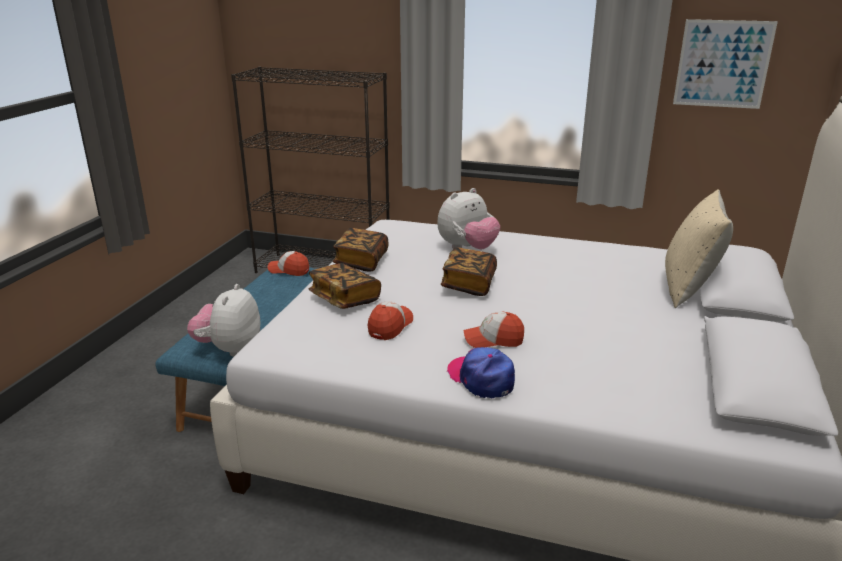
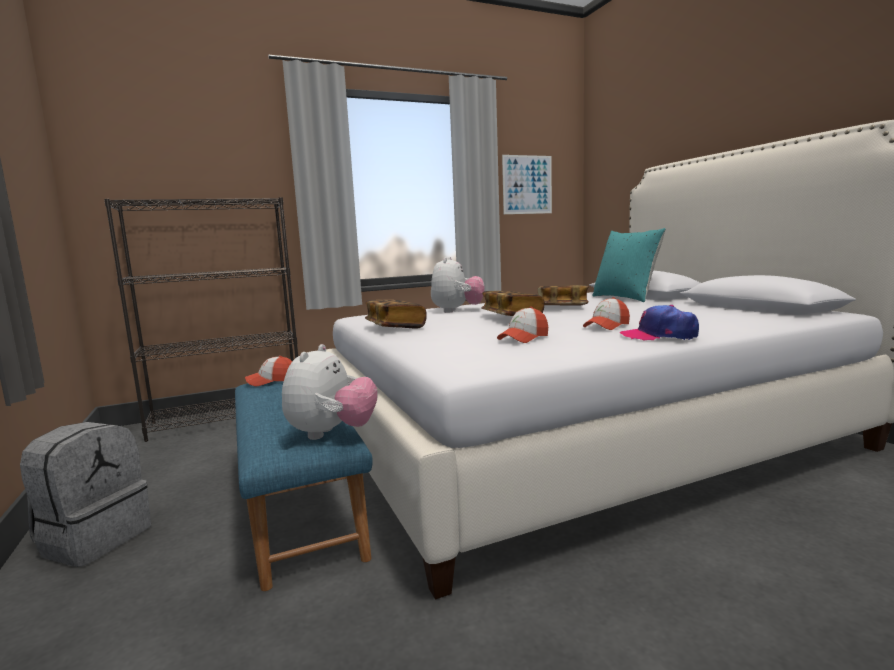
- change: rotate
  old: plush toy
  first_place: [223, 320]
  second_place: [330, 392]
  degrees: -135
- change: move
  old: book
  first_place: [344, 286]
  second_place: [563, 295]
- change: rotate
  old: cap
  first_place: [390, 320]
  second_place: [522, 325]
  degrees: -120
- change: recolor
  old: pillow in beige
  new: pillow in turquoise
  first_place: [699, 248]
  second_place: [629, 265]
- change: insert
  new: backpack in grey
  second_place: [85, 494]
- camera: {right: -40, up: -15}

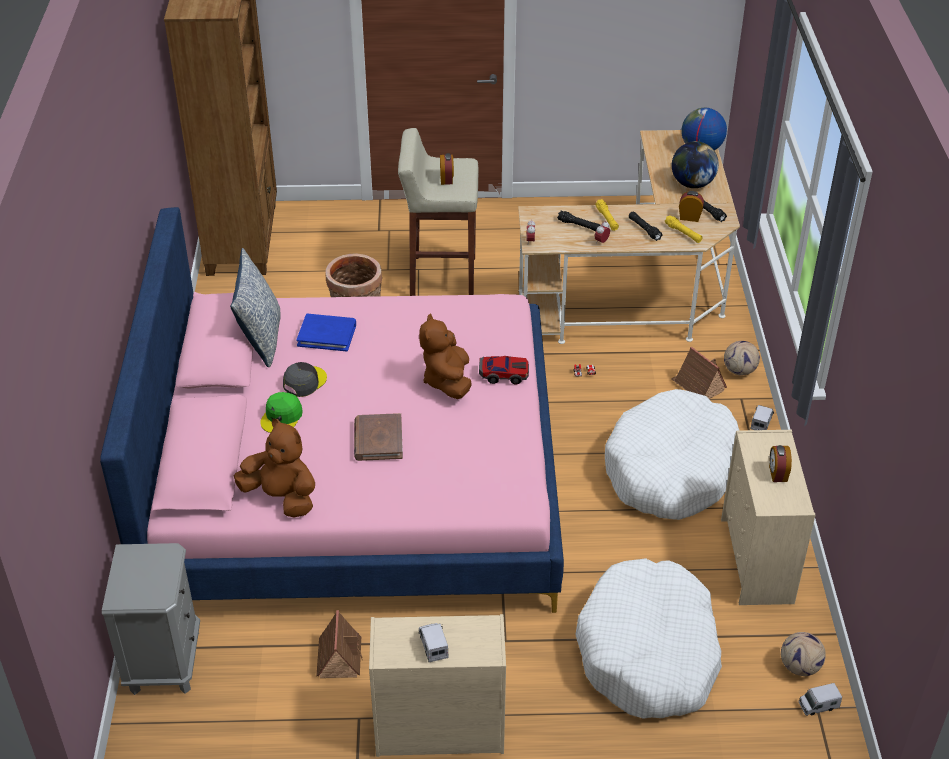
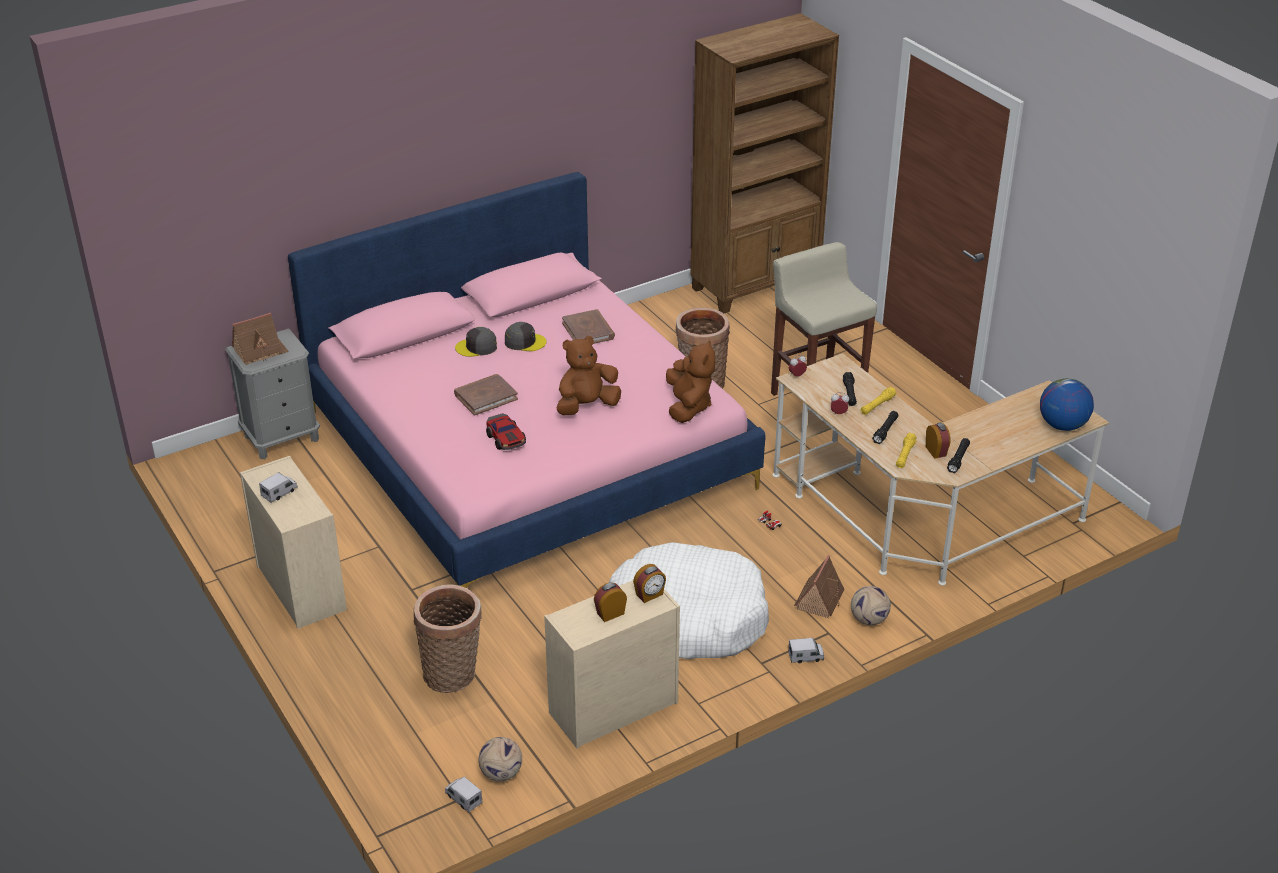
- change: delete
  old: pillow
  first_place: [255, 307]
- change: move
  old: plush toy in brown
  first_place: [274, 468]
  second_place: [690, 381]
- change: recolor
  old: cap in green
  new: cap in grey
  first_place: [281, 412]
  second_place: [476, 342]
- change: recolor
  old: book in blue
  new: book in brown
  first_place: [326, 332]
  second_place: [588, 326]
- change: move
  old: toy house
  first_place: [339, 644]
  second_place: [260, 339]
- change: move
  old: alarm clock
  first_place: [447, 169]
  second_place: [649, 583]
- change: move
  old: toy car
  first_place: [504, 370]
  second_place: [506, 431]
- change: replace
  old: dog bed in white
  new: basket
  first_place: [648, 638]
  second_place: [448, 639]
- change: delete
  old: globe
  first_place: [695, 164]
- camera: {right: 60, up: -5}

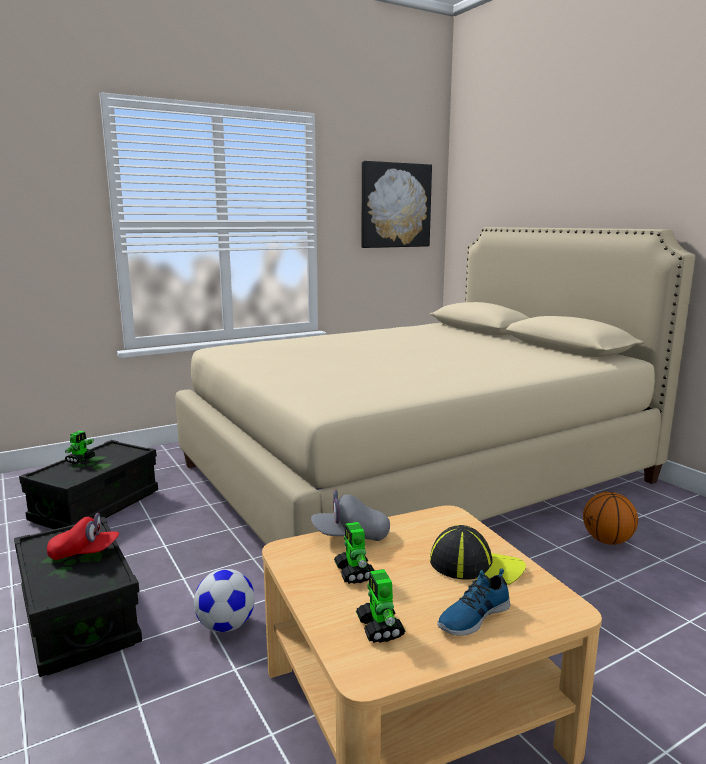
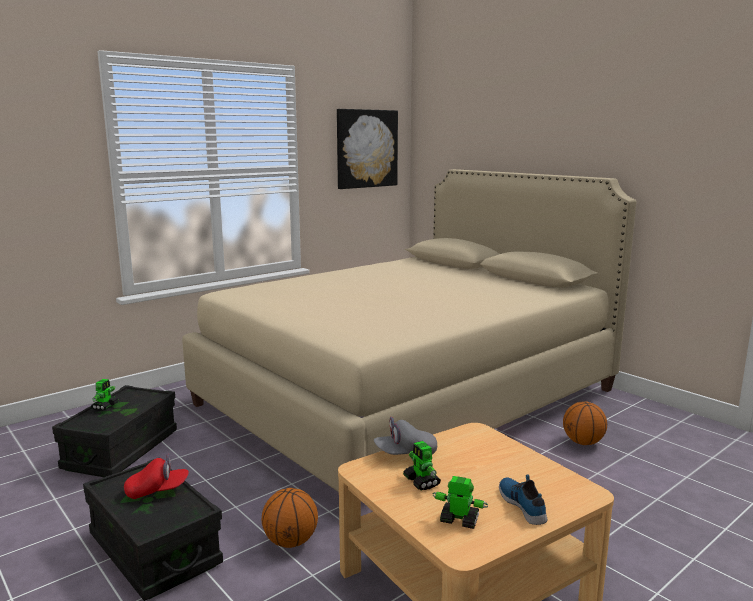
- change: replace
  old: football
  new: basketball
  first_place: [224, 600]
  second_place: [290, 518]
- change: rotate
  old: toy robot
  first_place: [380, 606]
  second_place: [460, 502]
  degrees: 135
- change: delete
  old: cap
  first_place: [478, 555]
- change: rotate
  old: shoe
  first_place: [473, 602]
  second_place: [523, 499]
  degrees: 120
- camera: {right: -10, up: 0}

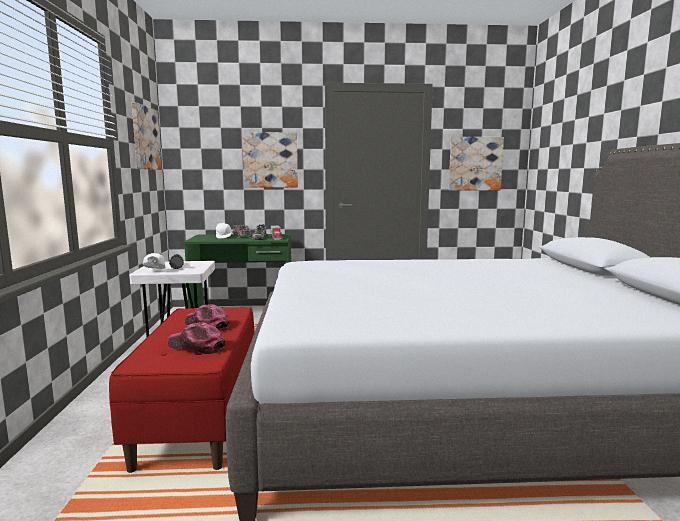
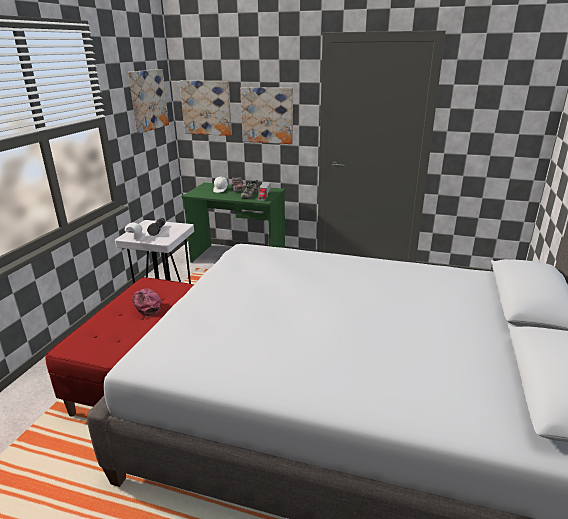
- change: delete
  old: cap
  first_place: [197, 338]
- change: move
  old: picture
  first_place: [476, 164]
  second_place: [206, 108]
- camera: {right: 20, up: 15}

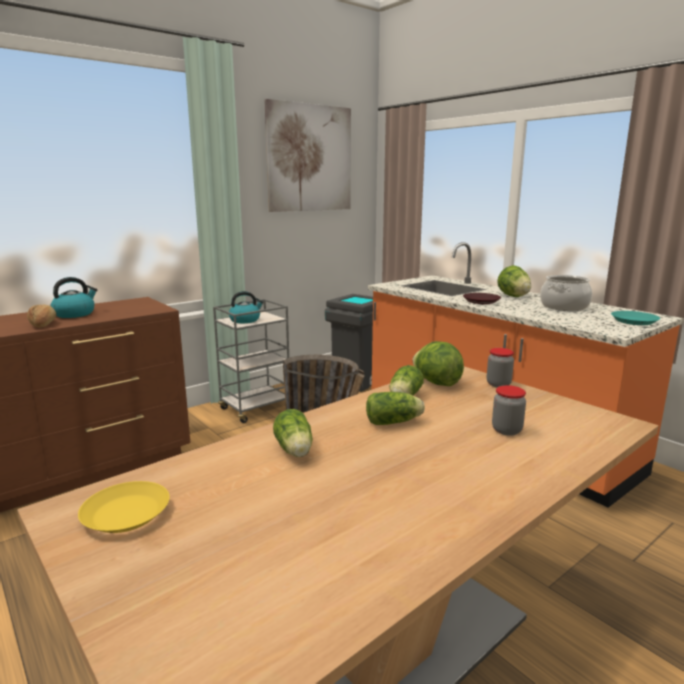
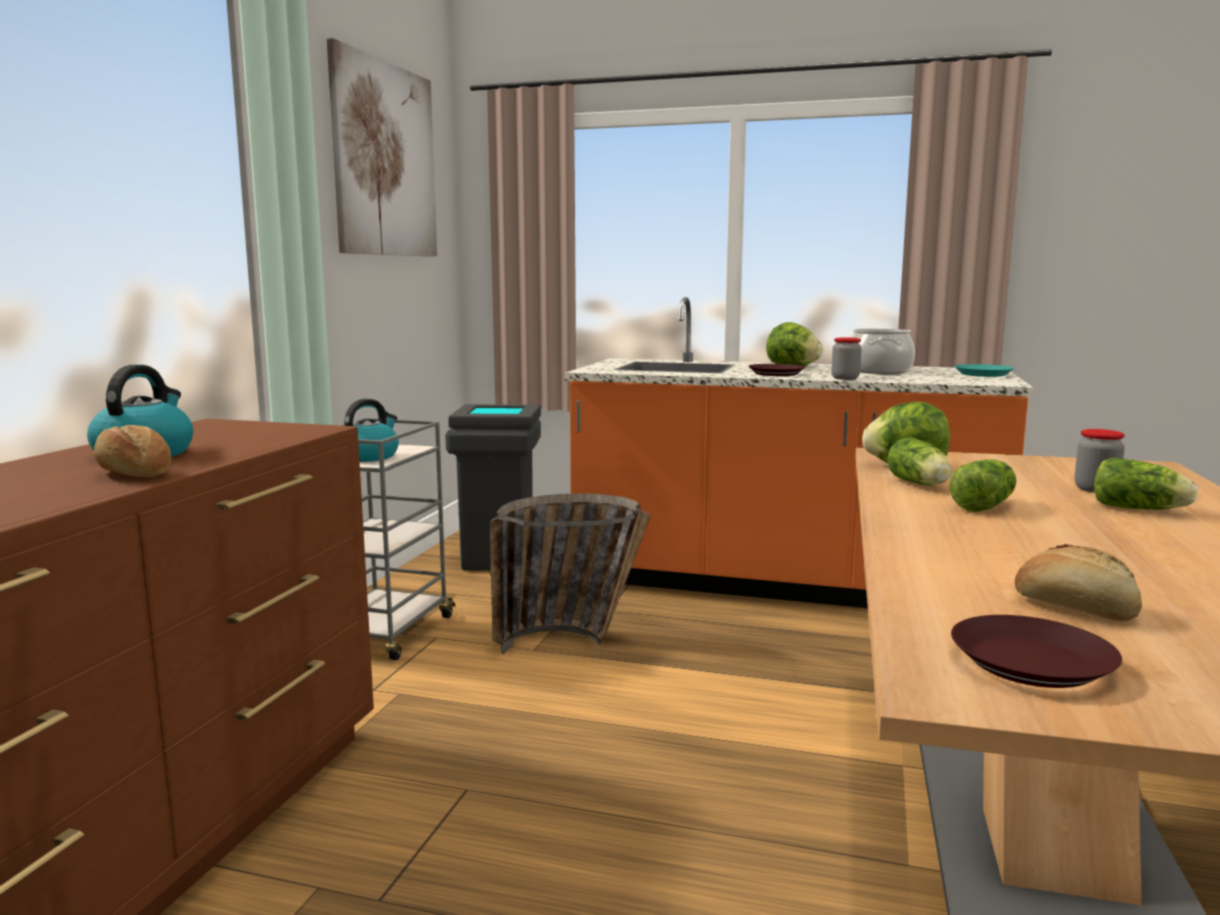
- change: recolor
  old: plate in yellow
  new: plate in brown
  first_place: [124, 507]
  second_place: [1036, 651]
- change: move
  old: lettuce
  first_place: [293, 433]
  second_place: [1146, 484]
- change: move
  old: jar
  first_place: [500, 367]
  second_place: [846, 358]
- change: insert
  new: bread
  second_place: [1078, 582]
- camera: {right: -35, up: -5}

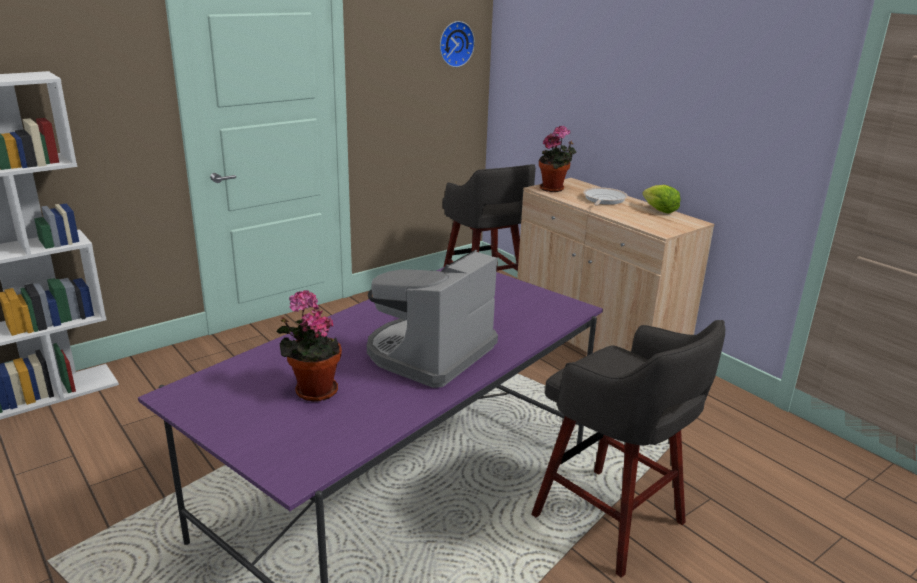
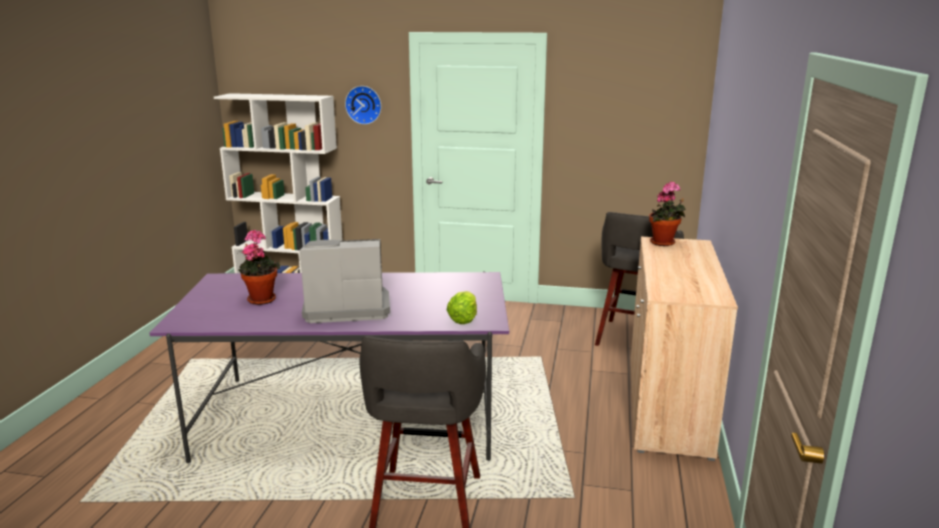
- change: move
  old: wall clock
  first_place: [457, 44]
  second_place: [363, 105]
- change: delete
  old: frying pan
  first_place: [606, 196]
- change: move
  old: lettuce
  first_place: [661, 199]
  second_place: [462, 307]
- camera: {right: 50, up: -5}

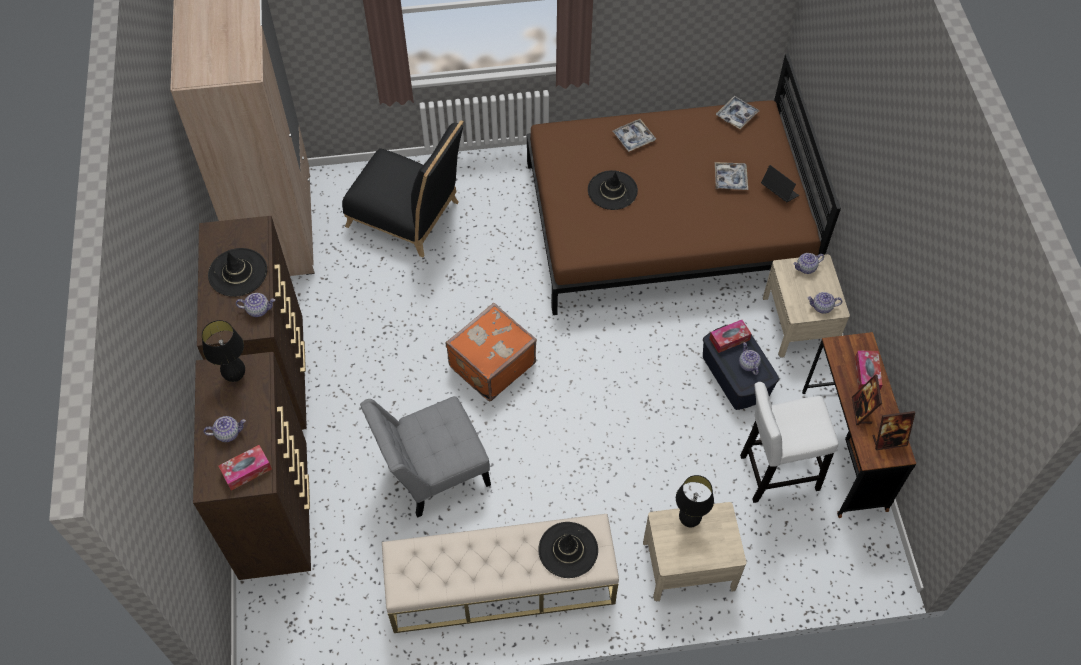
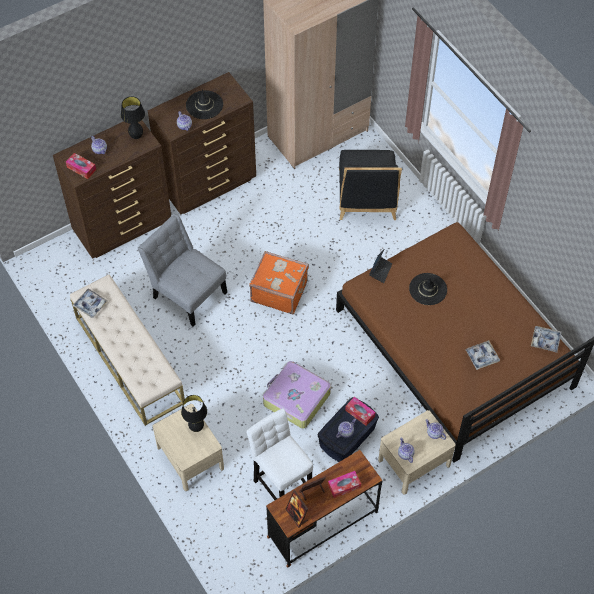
- change: delete
  old: hat in black
  first_place: [568, 550]
- change: move
  old: tray
  first_place: [634, 135]
  second_place: [90, 303]
- change: move
  old: laptop
  first_place: [780, 183]
  second_place: [380, 266]
- change: insert
  new: suitcase
  second_place: [297, 394]
- camera: {right: 65, up: 0}

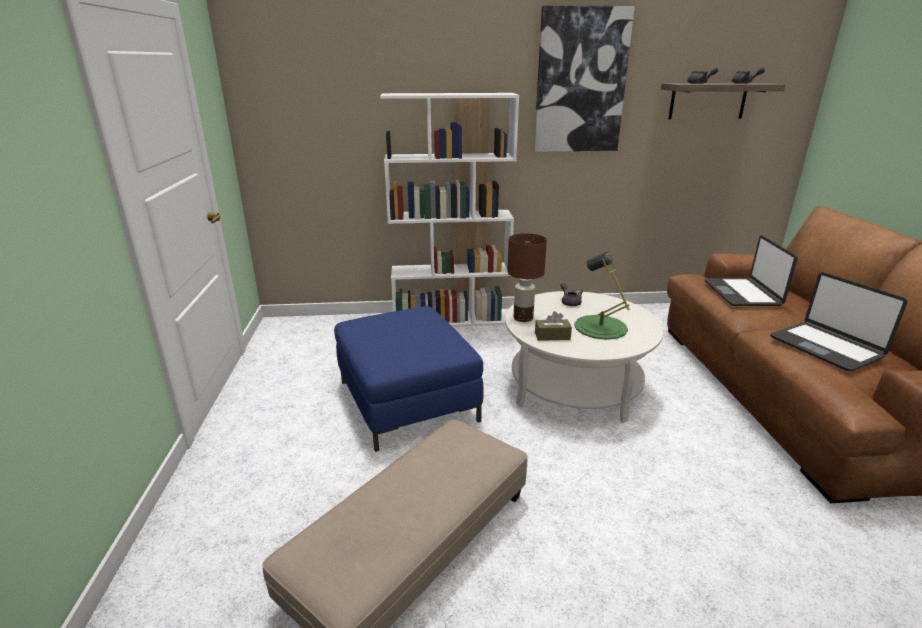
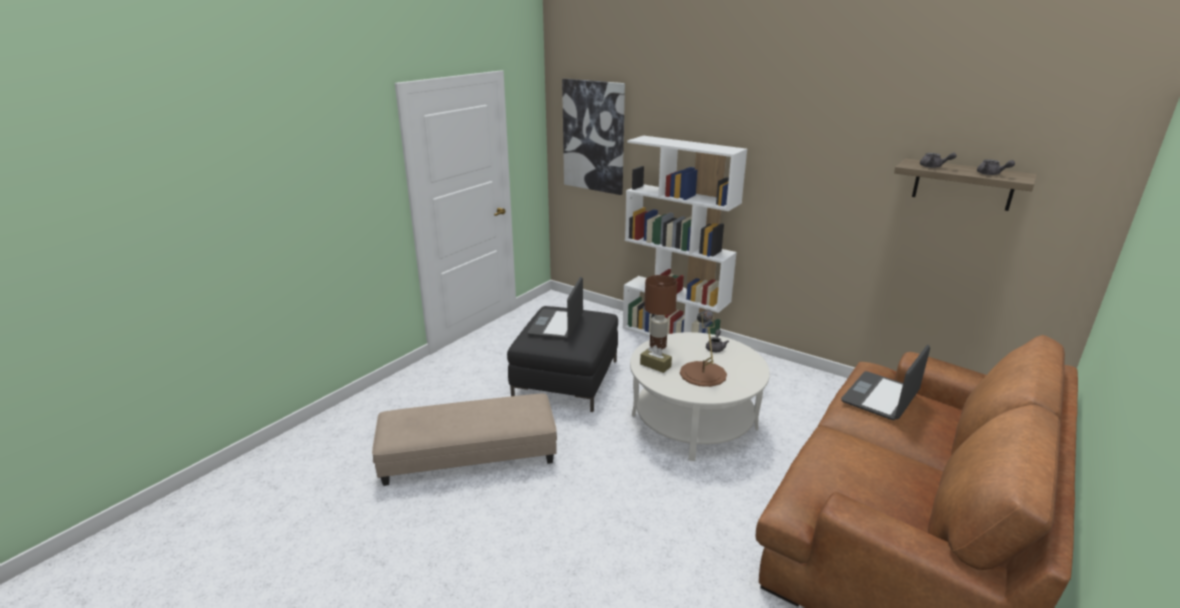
- change: recolor
  old: ottoman in blue
  new: ottoman in black
  first_place: [409, 379]
  second_place: [562, 359]
- change: move
  old: picture
  first_place: [584, 79]
  second_place: [593, 137]
- change: recolor
  old: table lamp in green
  new: table lamp in brown
  first_place: [602, 296]
  second_place: [703, 348]
- change: move
  old: laptop
  first_place: [839, 322]
  second_place: [555, 308]
- camera: {right: 40, up: 0}

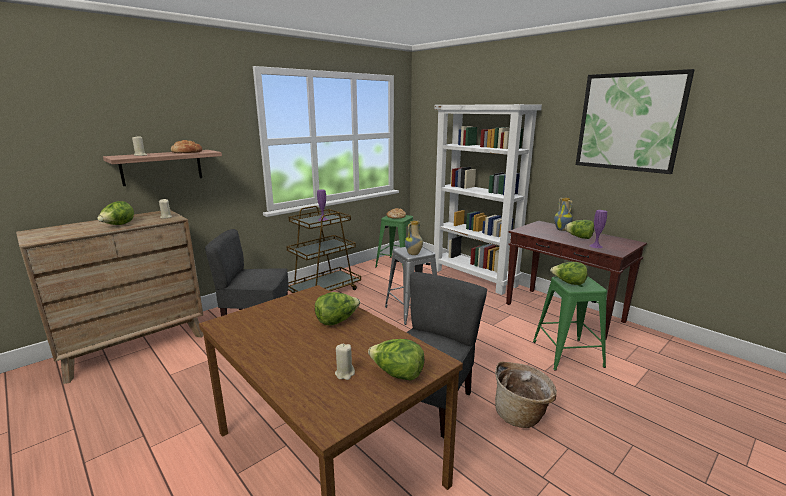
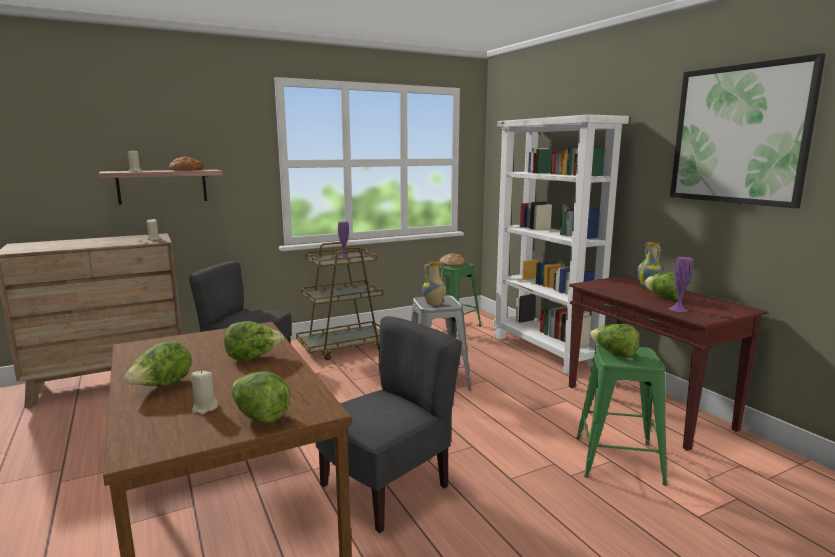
- change: move
  old: lettuce
  first_place: [115, 213]
  second_place: [158, 363]
- change: delete
  old: basket
  first_place: [526, 395]
- camera: {right: 15, up: -5}

